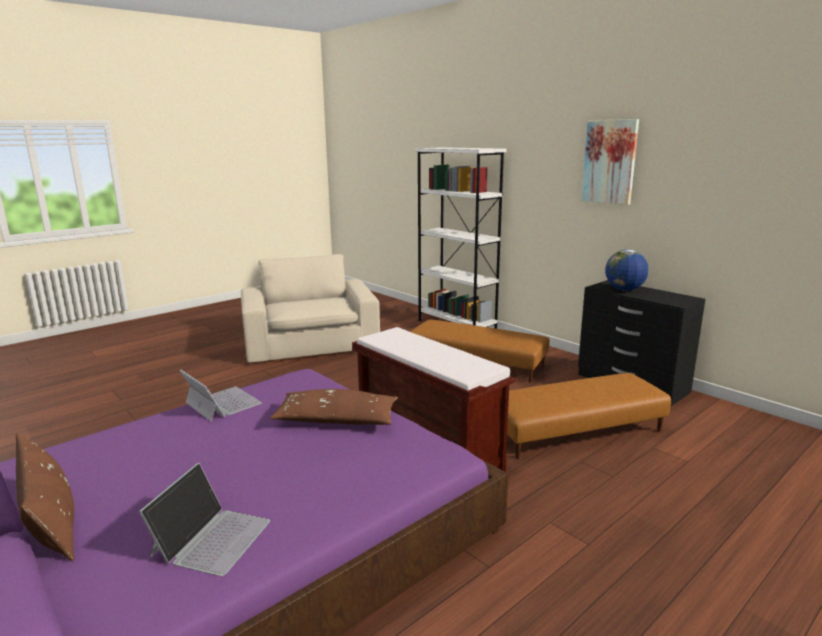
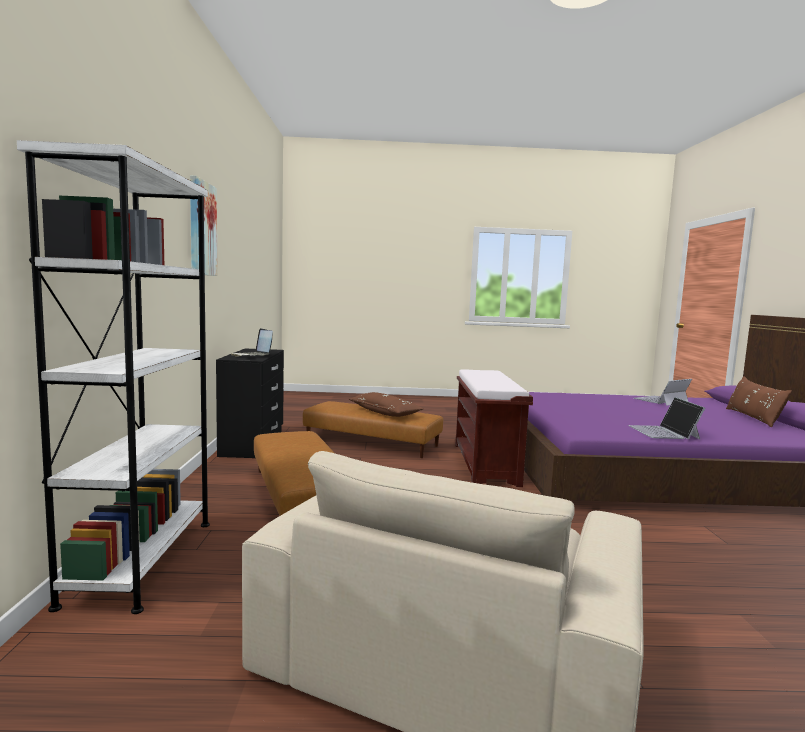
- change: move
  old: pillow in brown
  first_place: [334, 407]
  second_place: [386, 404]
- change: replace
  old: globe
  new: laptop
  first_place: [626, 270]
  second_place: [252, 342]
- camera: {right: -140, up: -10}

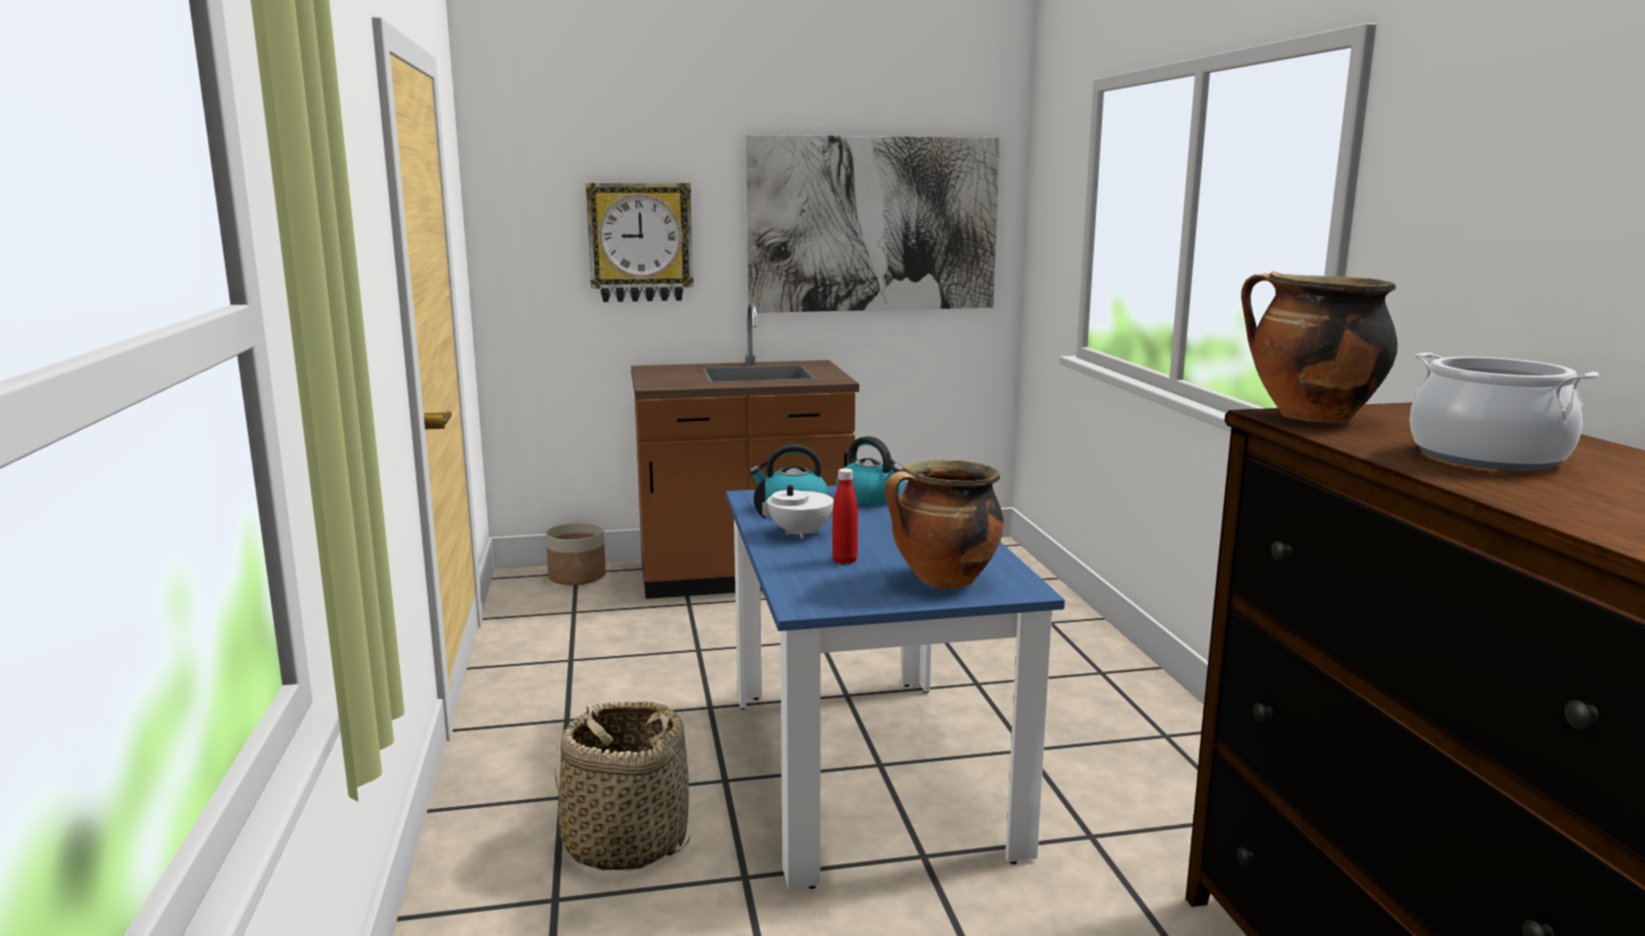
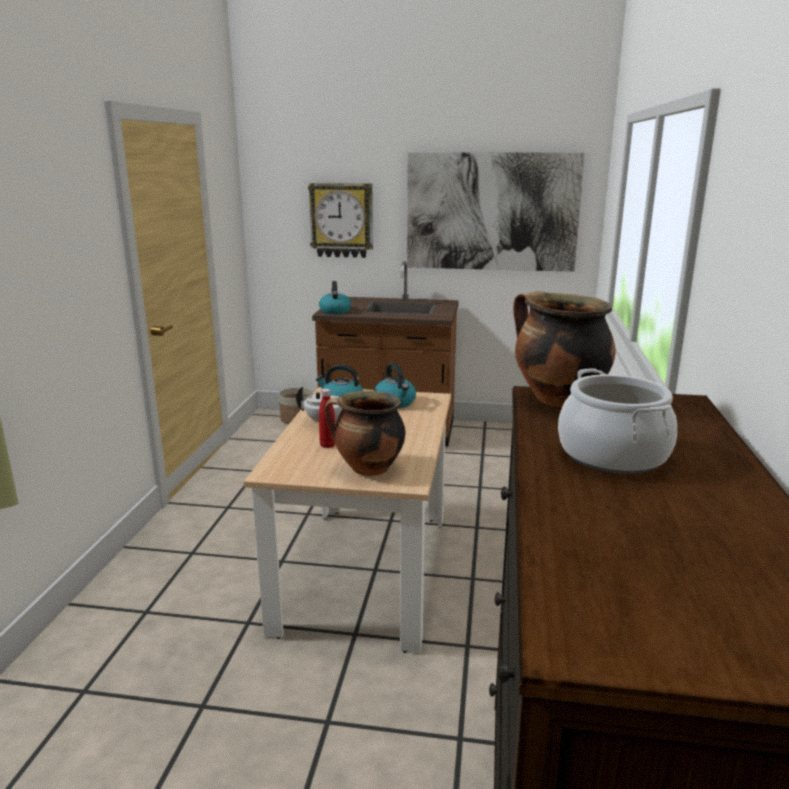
- change: delete
  old: basket
  first_place: [622, 786]
- change: recolor
  old: dining table in blue
  new: dining table in beige
  first_place: [895, 685]
  second_place: [347, 520]
- change: insert
  new: kettle
  second_place: [335, 297]
- camera: {right: 20, up: 5}

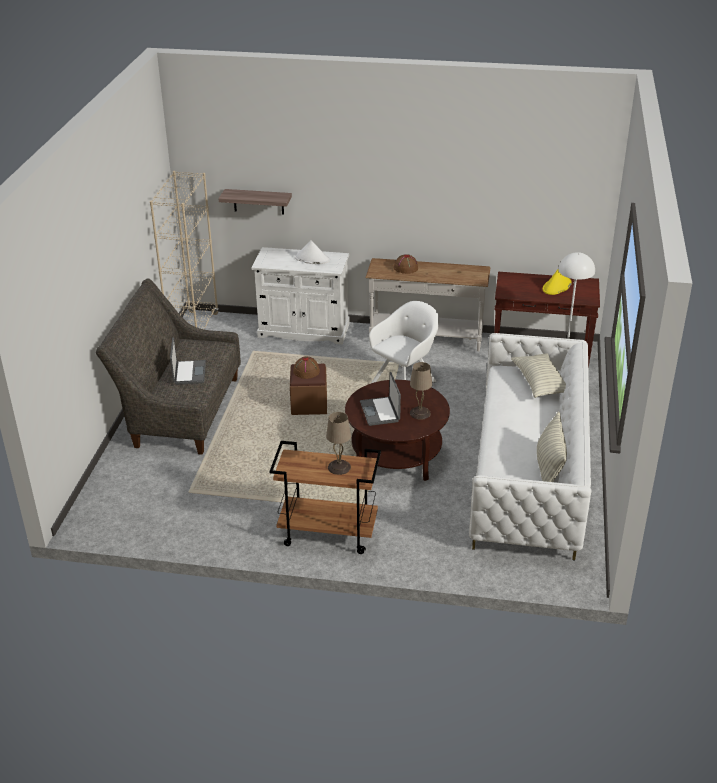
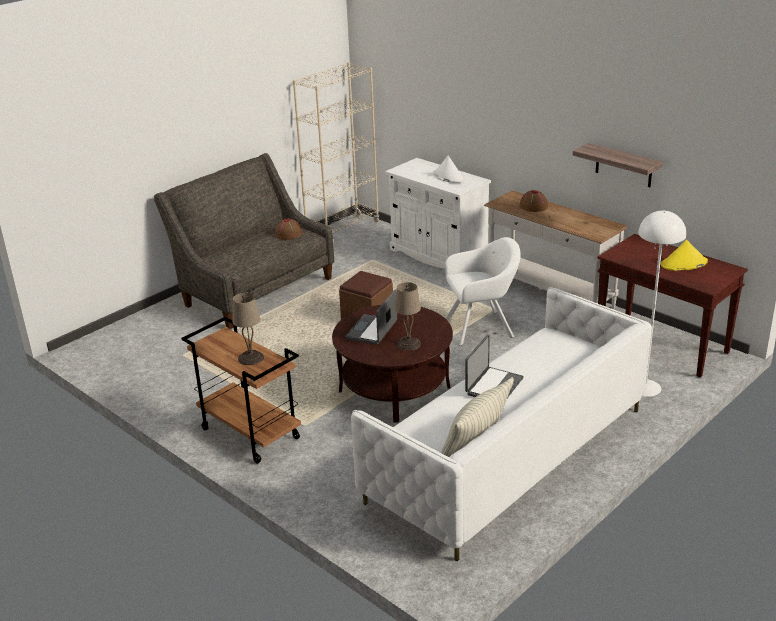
- change: move
  old: laptop
  first_place: [188, 361]
  second_place: [494, 366]
- change: move
  old: shelf
  first_place: [255, 202]
  second_place: [618, 165]
- change: move
  old: hat in brown
  first_place: [306, 367]
  second_place: [288, 229]
- change: delete
  old: pillow
  first_place: [538, 375]
- camera: {right: 35, up: -5}

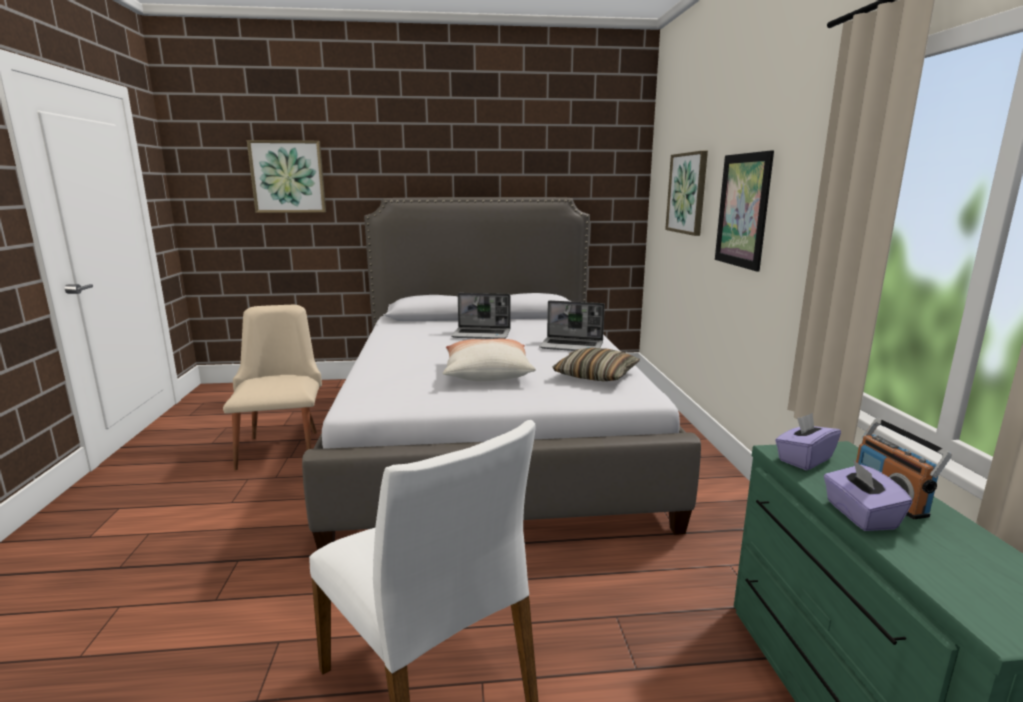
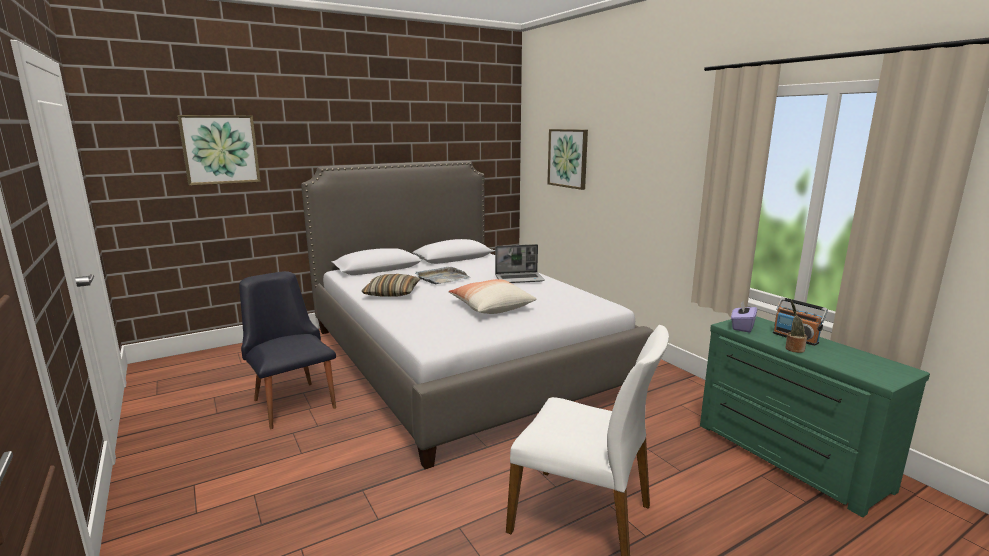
- change: recolor
  old: chair in beige
  new: chair in black
  first_place: [272, 388]
  second_place: [287, 350]
- change: replace
  old: laptop
  new: tray in grey
  first_place: [480, 316]
  second_place: [443, 275]
- change: move
  old: pillow
  first_place: [596, 364]
  second_place: [391, 285]
- change: delete
  old: picture
  first_place: [744, 210]
- change: replace
  old: tissue box in purple
  new: potted plant
  first_place: [868, 495]
  second_place: [796, 327]
- camera: {right: -25, up: 0}

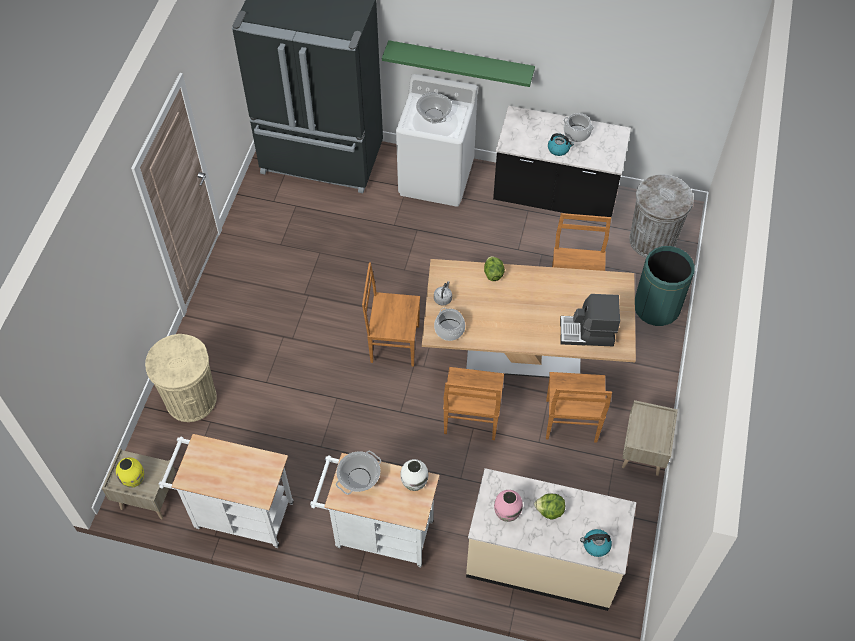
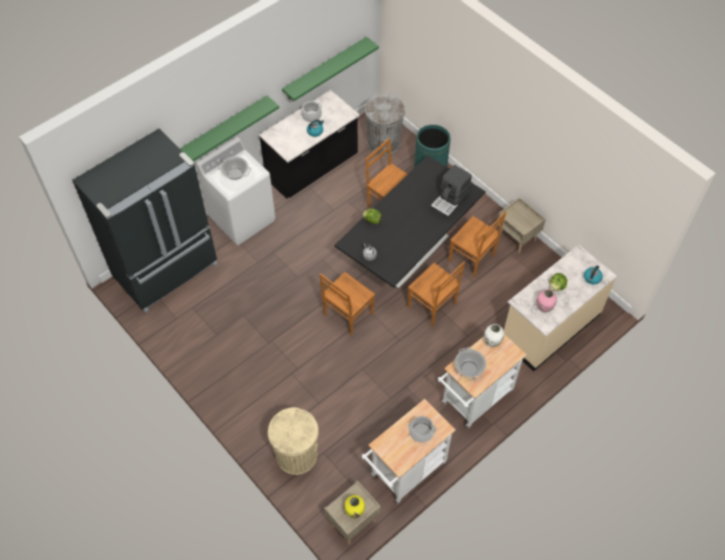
- change: recolor
  old: dining table in beige
  new: dining table in black
  first_place: [529, 318]
  second_place: [410, 222]
- change: move
  old: cooking pot
  first_place: [449, 324]
  second_place: [422, 429]
- change: insert
  new: shelf in green
  second_place: [330, 69]
- camera: {right: -55, up: 0}

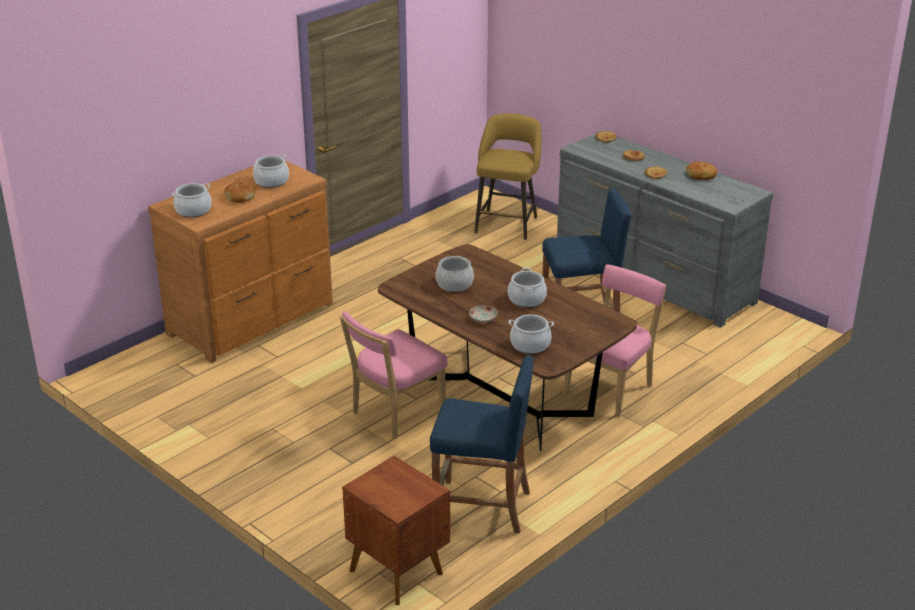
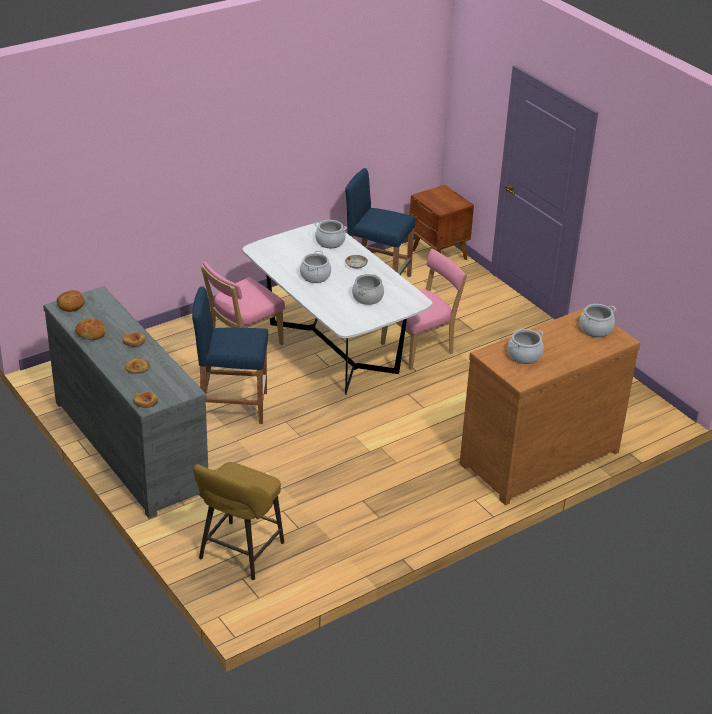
- change: move
  old: bread
  first_place: [240, 192]
  second_place: [71, 301]
- change: recolor
  old: dining table in brown
  new: dining table in white
  first_place: [507, 348]
  second_place: [337, 309]
- camera: {right: -170, up: 5}

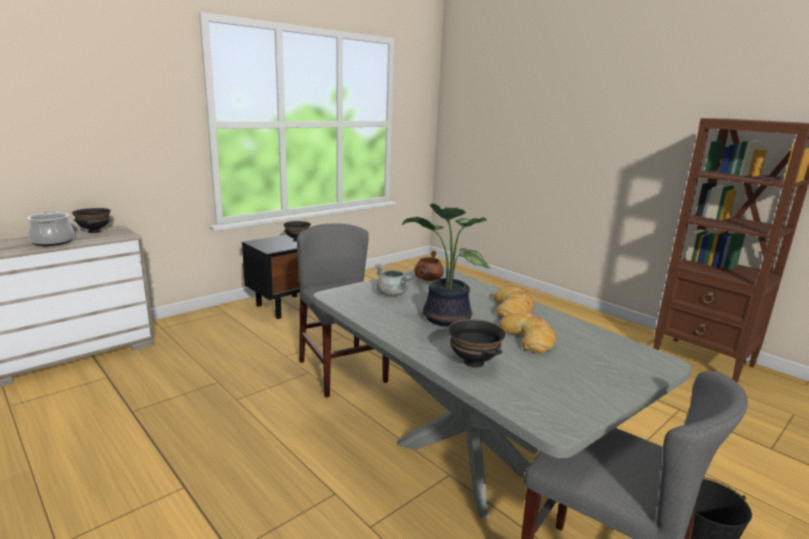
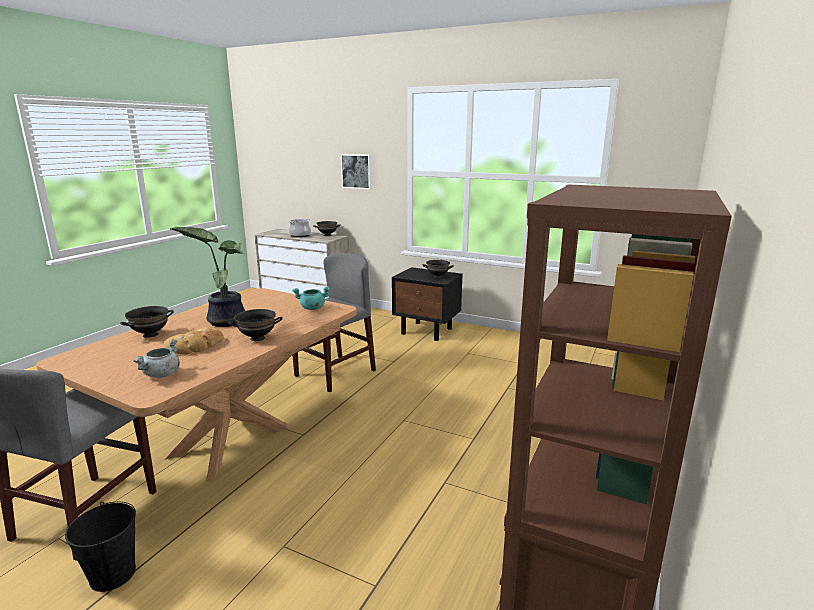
- change: recolor
  old: dining table in grey
  new: dining table in brown
  first_place: [502, 392]
  second_place: [196, 384]
- change: move
  old: cooking pot in grey
  first_place: [393, 280]
  second_place: [156, 358]
- change: recolor
  old: cooking pot in brown
  new: cooking pot in turquoise
  first_place: [429, 266]
  second_place: [311, 298]
- change: replace
  old: bread
  new: bowl in black
  first_place: [514, 302]
  second_place: [255, 325]
- change: insert
  new: picture
  second_place: [356, 171]
- camera: {right: 70, up: 0}

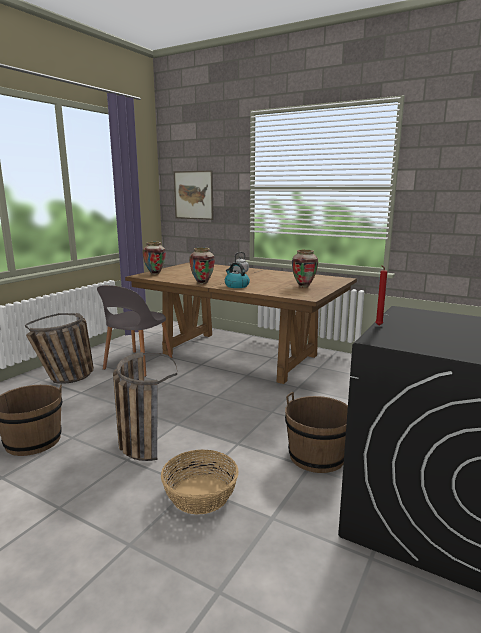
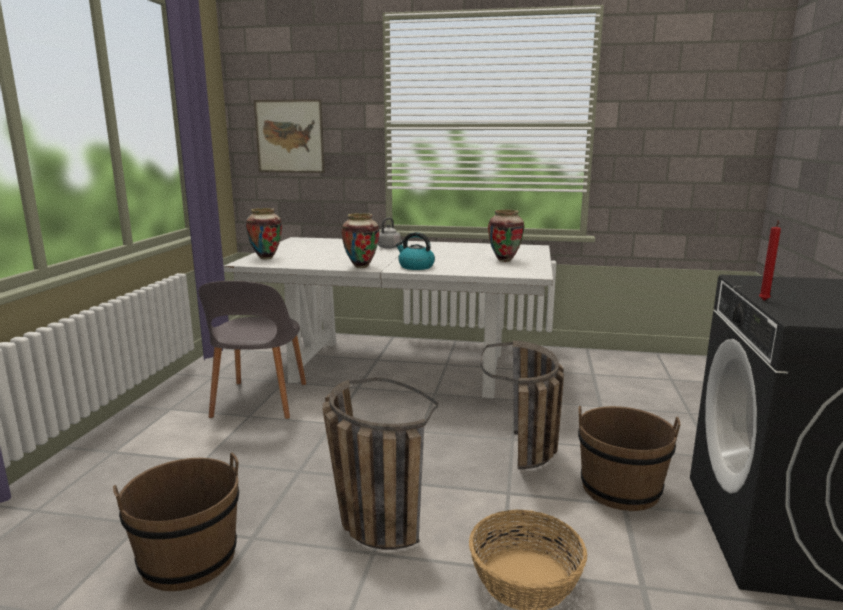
- change: move
  old: basket
  first_place: [59, 348]
  second_place: [522, 405]
- change: recolor
  old: dining table in brown
  new: dining table in white
  first_place: [241, 323]
  second_place: [388, 317]
- camera: {right: -20, up: 0}

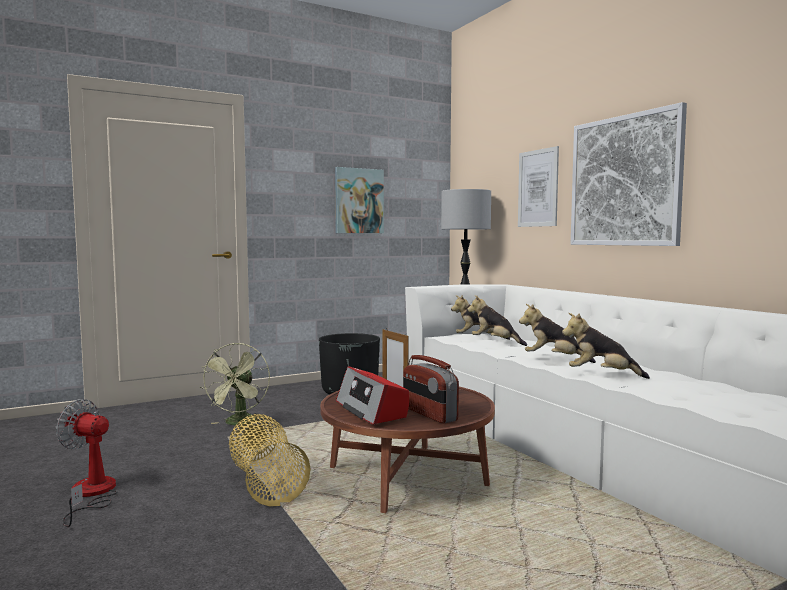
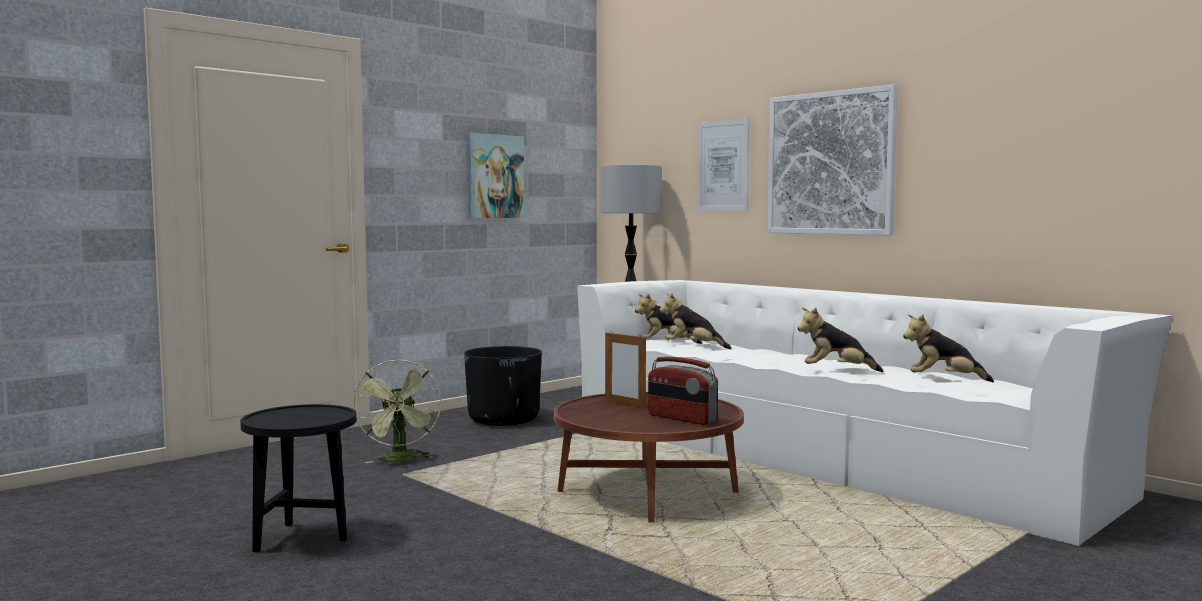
- change: replace
  old: fan
  new: side table in black
  first_place: [86, 463]
  second_place: [298, 478]
- change: delete
  old: basket
  first_place: [269, 460]
- change: delete
  old: radio
  first_place: [372, 395]
- change: move
  old: plush toy
  first_place: [557, 333]
  second_place: [948, 348]
- camera: {right: -15, up: 0}

